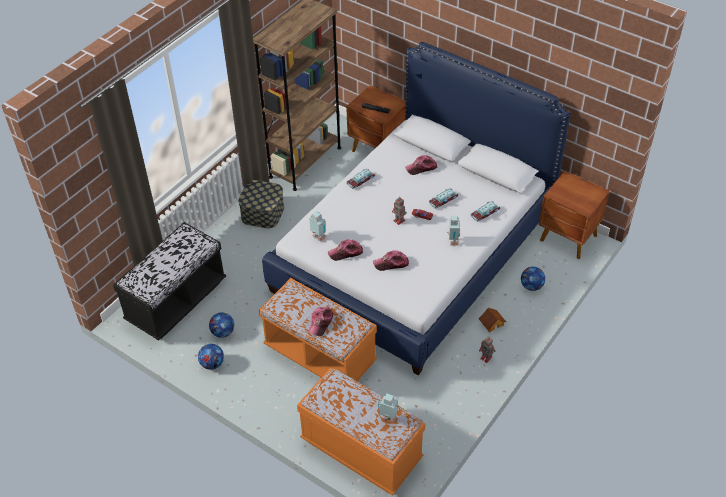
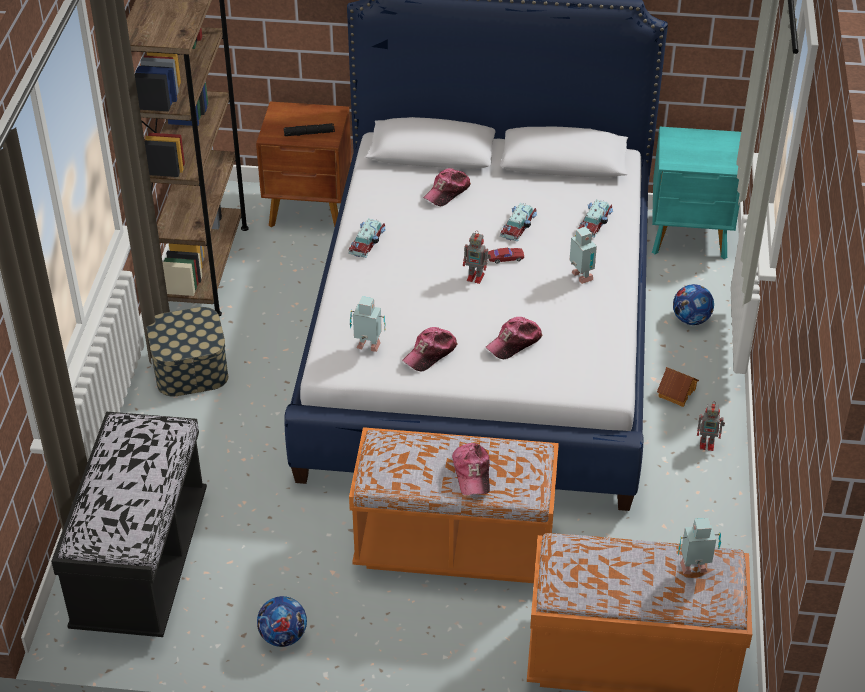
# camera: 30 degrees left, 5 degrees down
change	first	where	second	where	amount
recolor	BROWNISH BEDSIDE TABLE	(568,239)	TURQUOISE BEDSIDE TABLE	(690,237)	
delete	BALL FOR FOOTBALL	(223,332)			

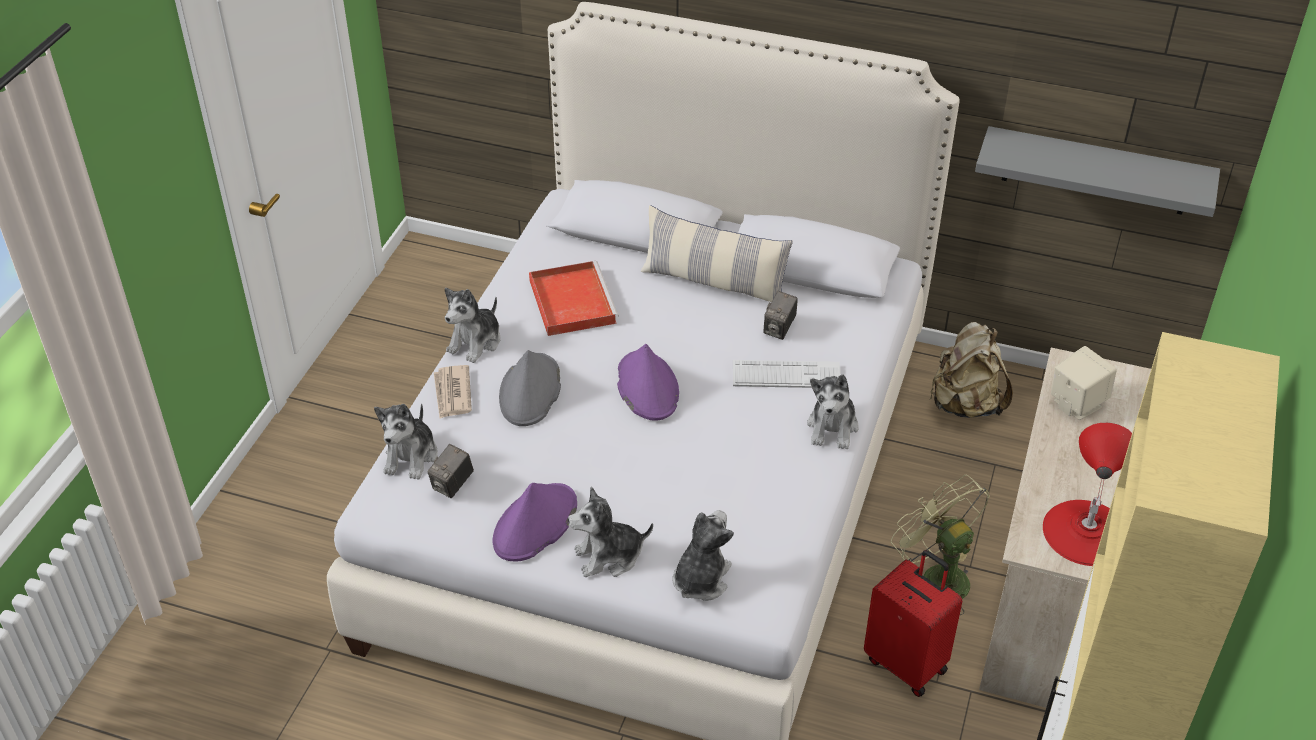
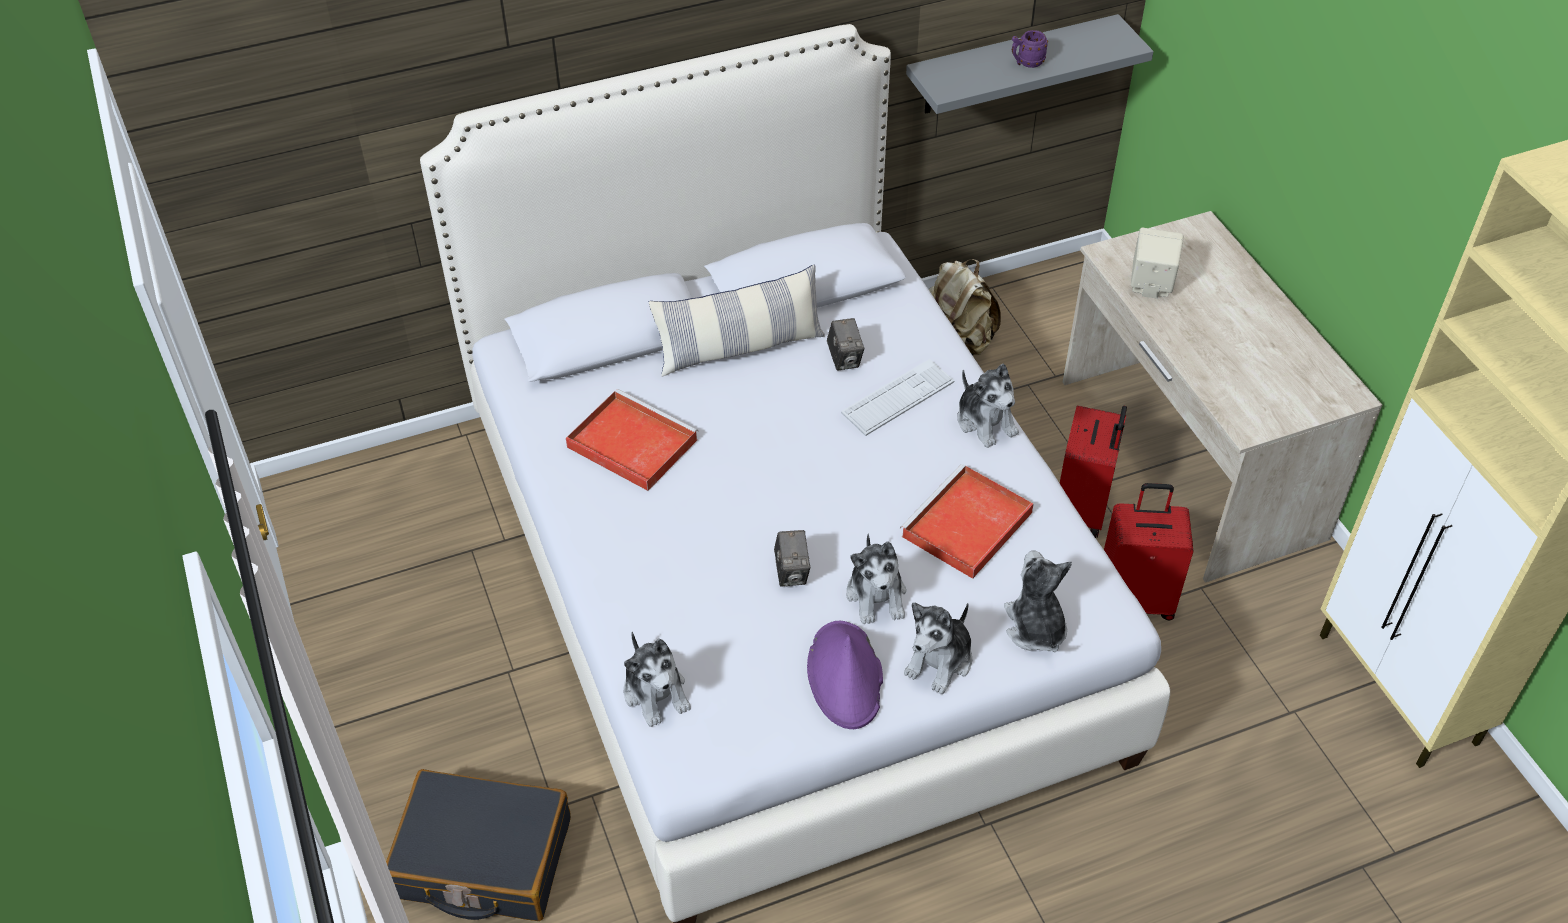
# camera: 40 degrees left, 5 degrees up
change	first	where	second	where	amount
move	PLUSH TOY	(475,342)		(877,595)	
delete	PURPLE WEARABLE HAT	(647,386)			
delete	GREY WEARABLE HAT	(530,391)			
delete	NEWSPAPER	(452,394)			
delete	RED TABLETOP LAMP	(1086,532)			
move	STILL CAMERA	(452,485)		(792,572)	
replace	GREEN-COLOURED ELECTRIC FAN	(936,577)	RED TRAVEL CASE	(1082,511)	
insert			PURPLE COFFEE MUG	(1026,63)	
insert			RED TRAY	(966,526)	
insert			BLACK TRAVEL CASE	(483,859)	

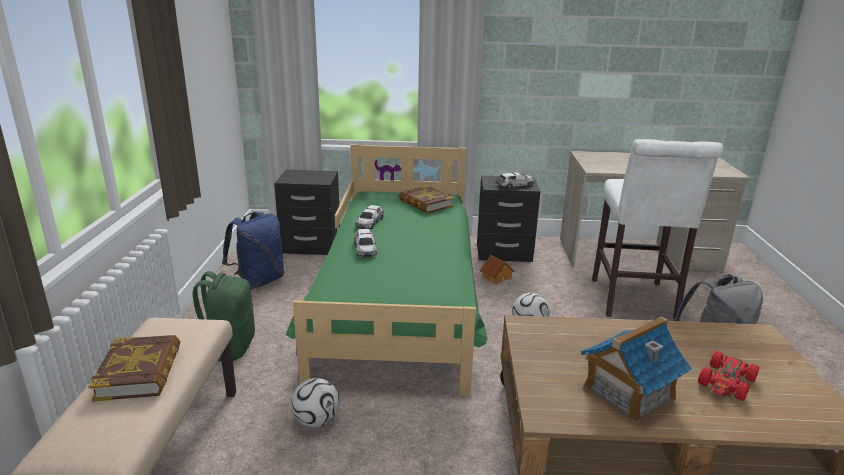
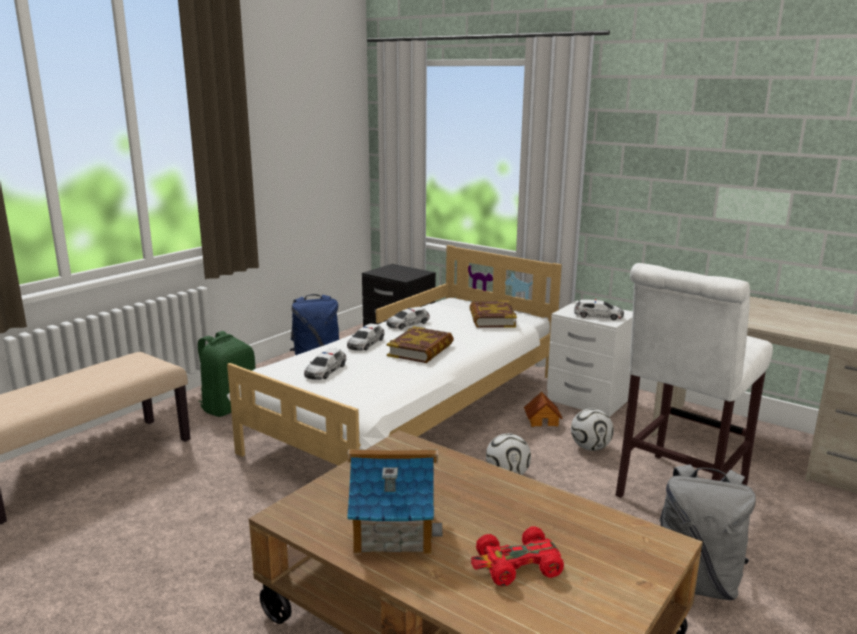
# camera: 35 degrees right, 5 degrees down
change	first	where	second	where	amount
recolor	GREEN-COLOURED BEDROOM BED	(400,300)	WHITISH BEDROOM BED	(412,413)	
recolor	BLACK BEDSIDE TABLE	(503,252)	WHITISH BEDSIDE TABLE	(588,399)	
move	BOUND BOOK	(140,373)		(421,350)	
move	BALL FOR FOOTBALL	(316,421)		(590,447)	
insert			MINIATURE CAR	(325,371)	

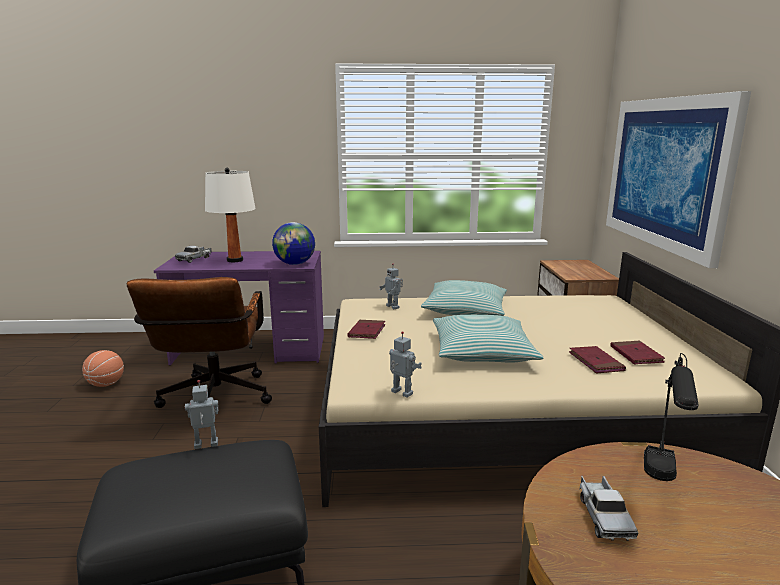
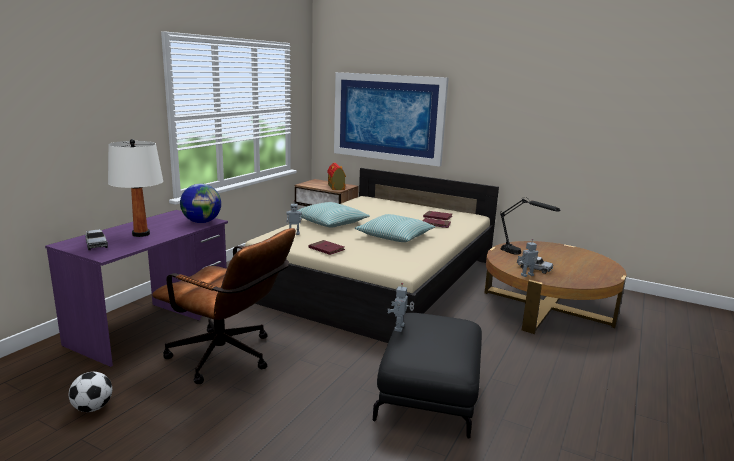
# camera: 60 degrees left, 0 degrees up
change	first	where	second	where	amount
move	TOY ROBOT	(401,393)		(527,275)	
replace	BASKETBALL BALL	(105,384)	BALL FOR FOOTBALL	(93,408)	
insert			MODEL HOUSE	(336,187)	

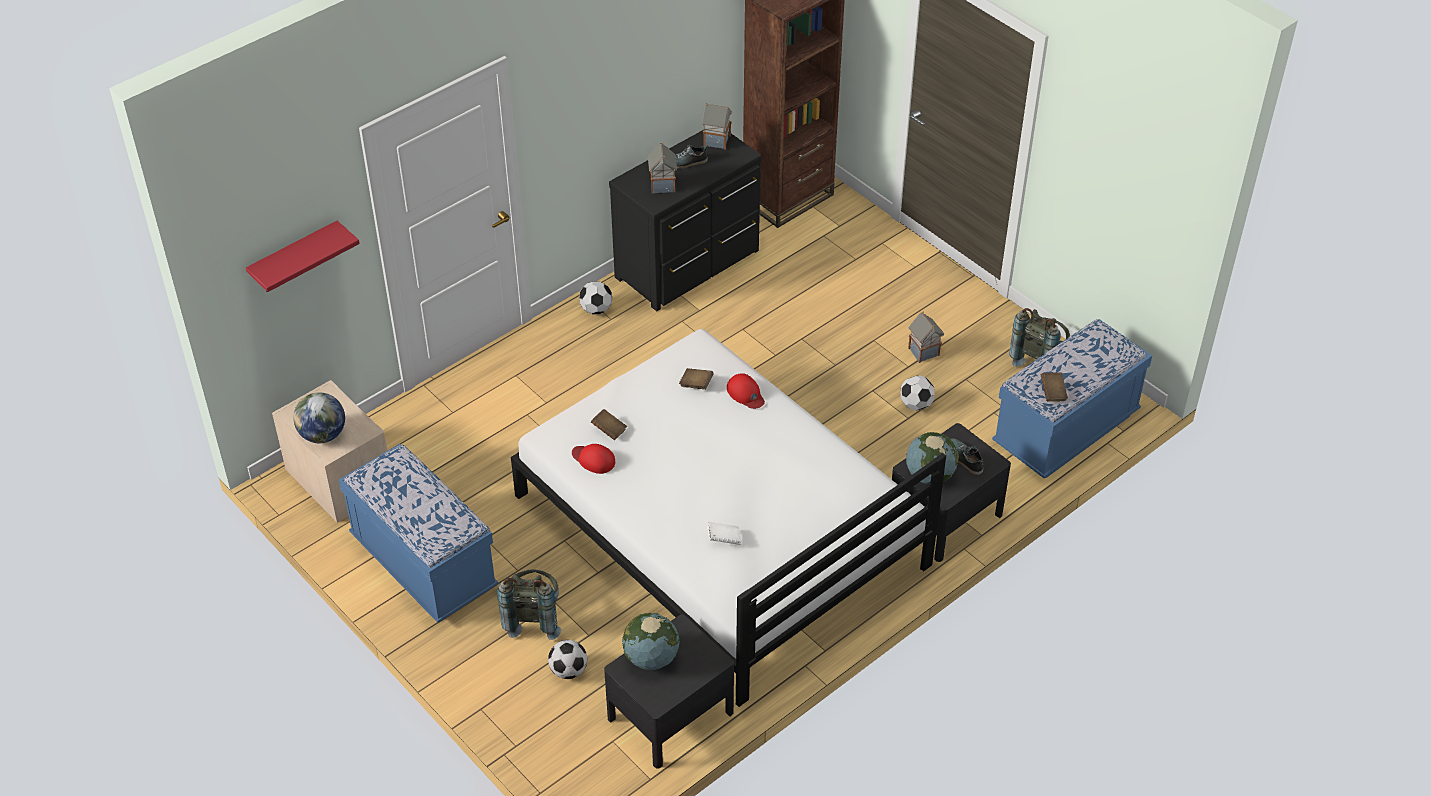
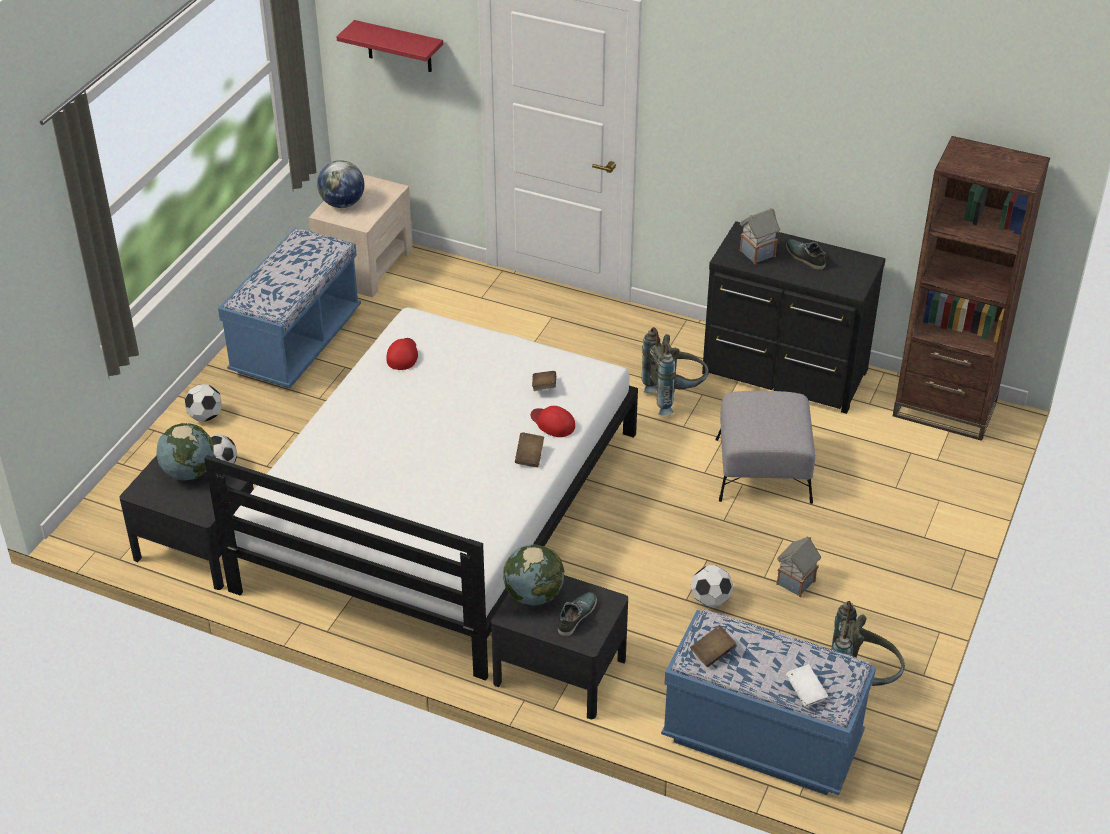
# camera: 65 degrees right, 5 degrees down
change	first	where	second	where	amount
delete	MODEL HOUSE	(716,141)			
move	BALL FOR FOOTBALL	(596,309)		(205,416)	
rotate	RED PEAKED CAP	(745,394)		(552,423)	105 degrees clockwise
move	BROWNISH BOUND BOOK	(609,430)		(529,456)	
move	WHITISH BOUND BOOK	(724,539)		(805,692)	
move	GREY RUCKSACK	(533,617)		(674,397)	
insert			GREY FOOTREST	(763,471)	

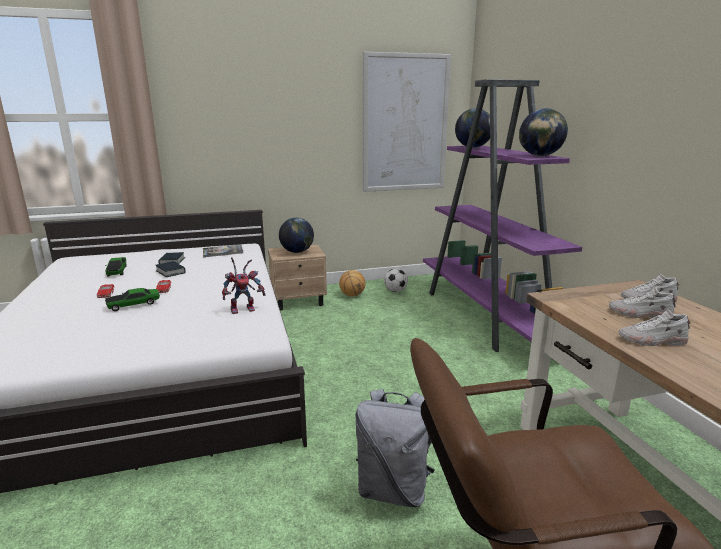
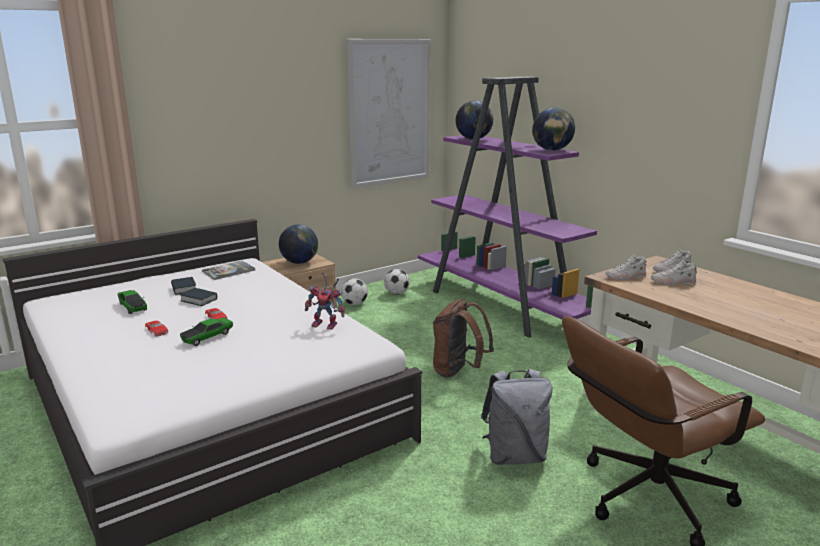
# camera: 20 degrees left, 0 degrees up
change	first	where	second	where	amount
rotate	TOY ROBOT	(244,309)		(327,325)	60 degrees clockwise
replace	BASKETBALL BALL	(352,295)	BALL FOR FOOTBALL	(354,304)	
move	WHITISH ITEM OF FOOTWEAR	(652,341)		(625,277)	
insert			BROWNISH RUCKSACK	(458,372)	

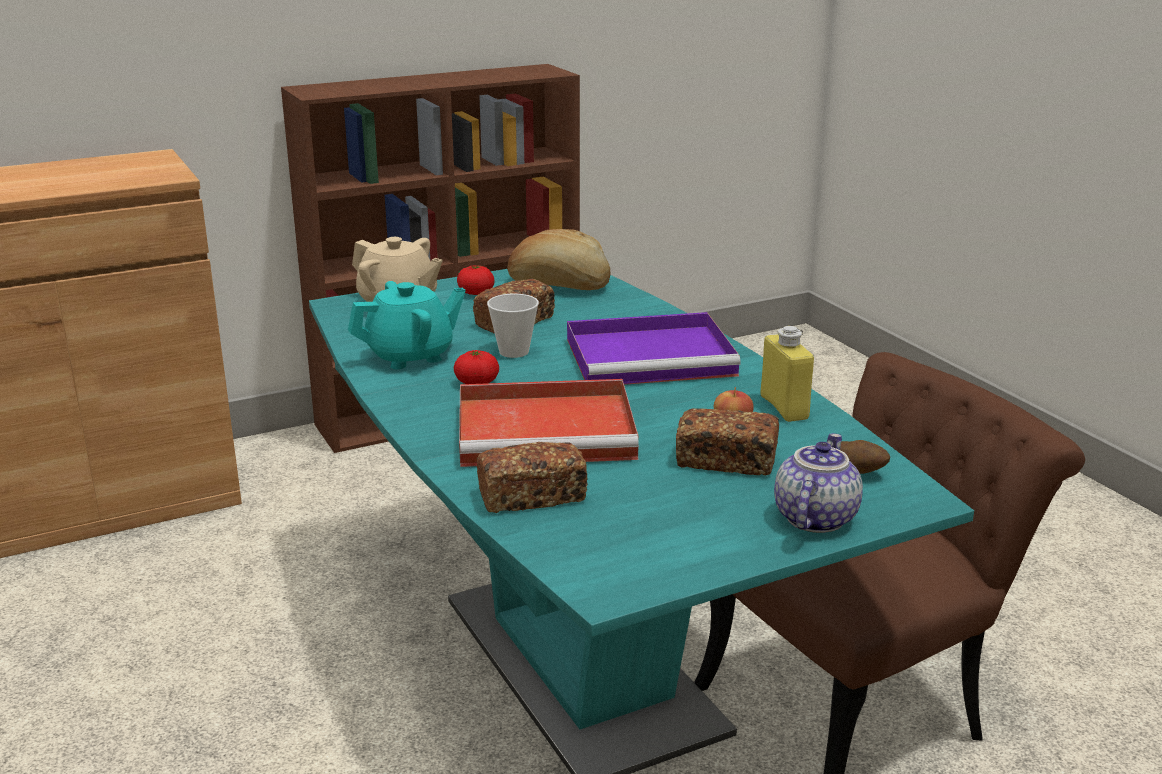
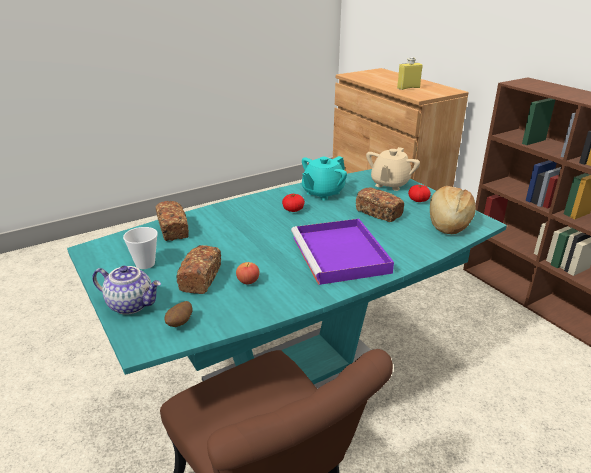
# camera: 85 degrees right, 5 degrees up
change	first	where	second	where	amount
rotate	TURQUOISE POT FOR TEA	(411,356)		(322,193)	75 degrees clockwise
move	DRINKING CUP	(514,352)		(145,264)	
move	YELLOW DRINK BOTTLE	(784,407)		(408,88)	
delete	RED TRAY	(549,430)			

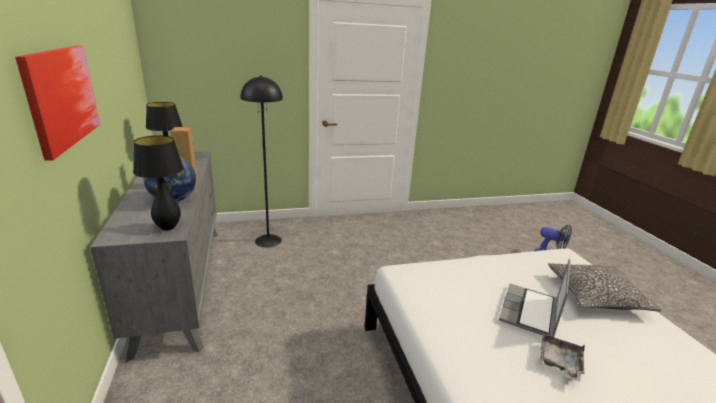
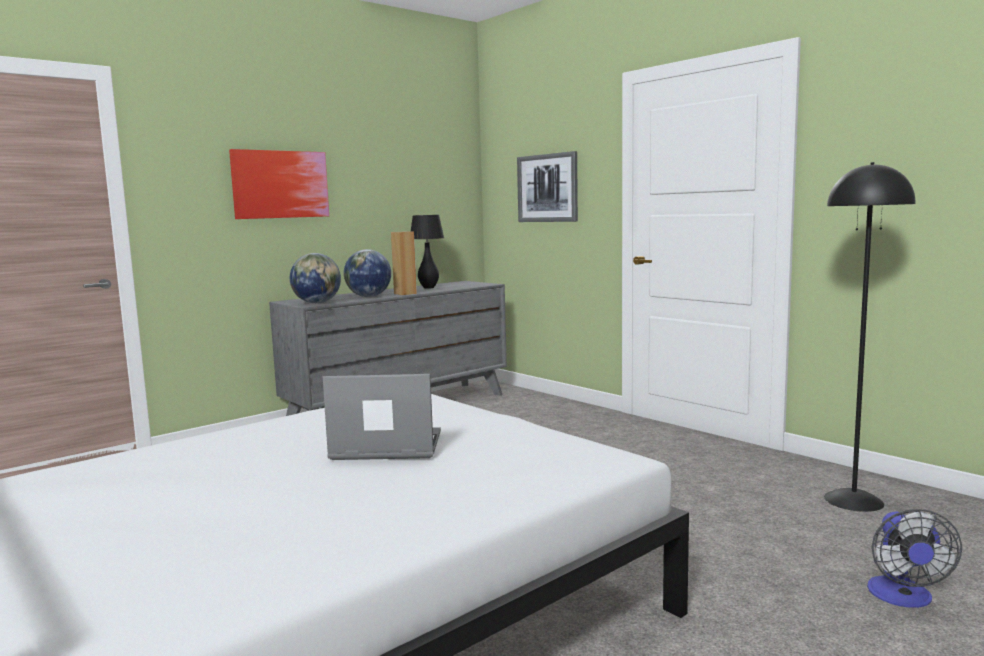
# camera: 65 degrees right, 15 degrees down
change	first	where	second	where	amount
move	BLACK STANDING LAMP	(268,240)		(853,500)	
replace	BLACK TABLETOP LAMP	(168,227)	DESK GLOBE	(317,303)	
delete	THROW PILLOW	(596,295)			
delete	GREY TRAY	(559,362)			
insert			WALL ART	(547,188)	

